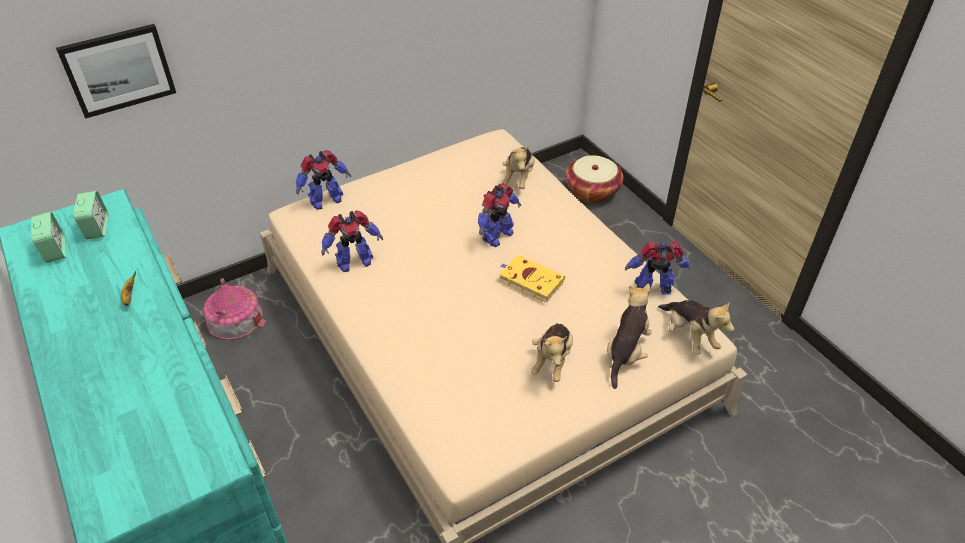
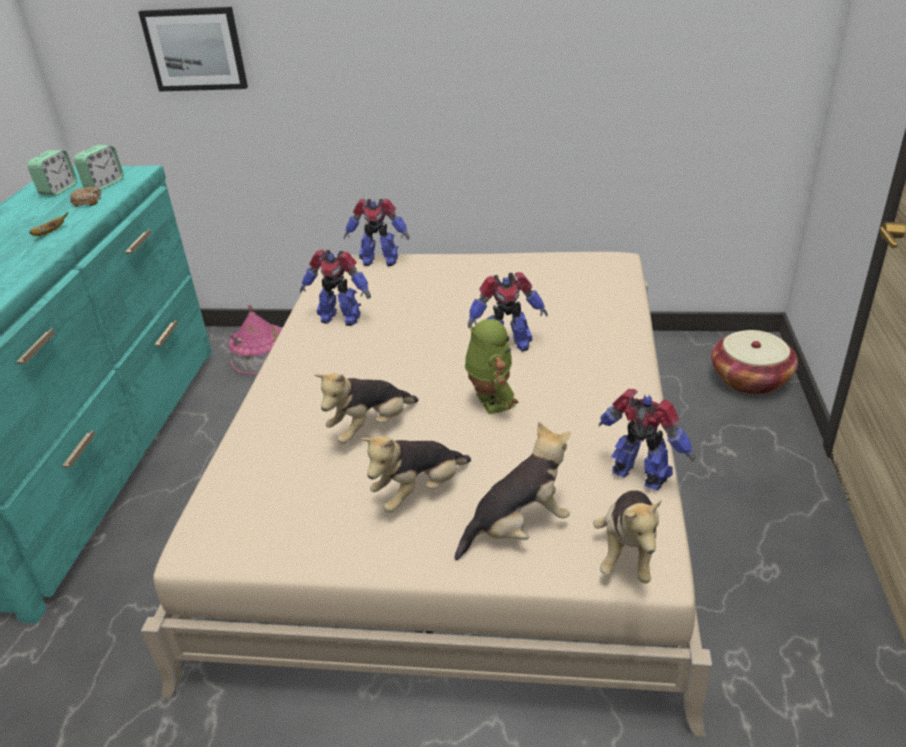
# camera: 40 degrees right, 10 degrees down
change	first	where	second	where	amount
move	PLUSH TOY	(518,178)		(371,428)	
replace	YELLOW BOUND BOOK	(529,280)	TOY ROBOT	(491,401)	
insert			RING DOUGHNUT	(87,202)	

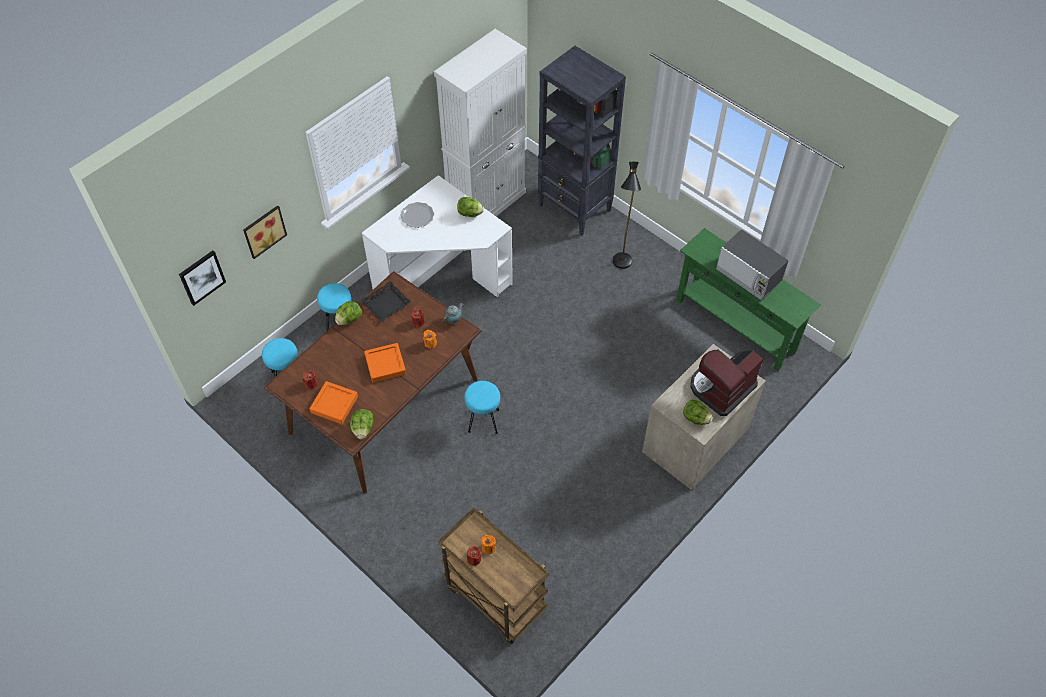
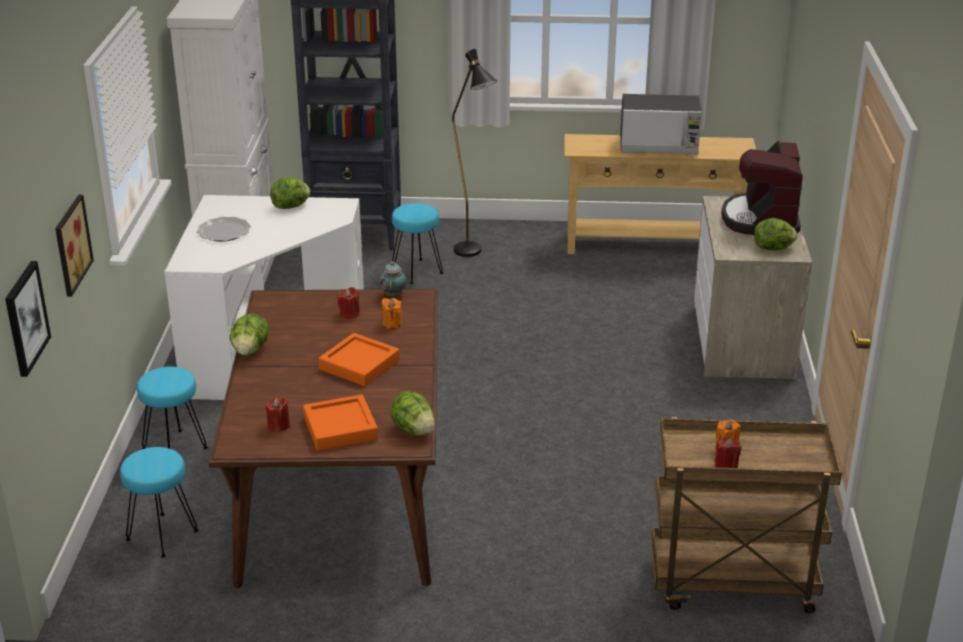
# camera: 40 degrees left, 25 degrees down
change	first	where	second	where	amount
recolor	GREEN-COLOURED CONSOLE TABLE	(735,325)	SAND-COLOURED CONSOLE TABLE	(652,245)	
delete	BLACK TRAY	(386,304)			
move	TURQUOISE SITTING STOOL	(483,421)		(416,272)	

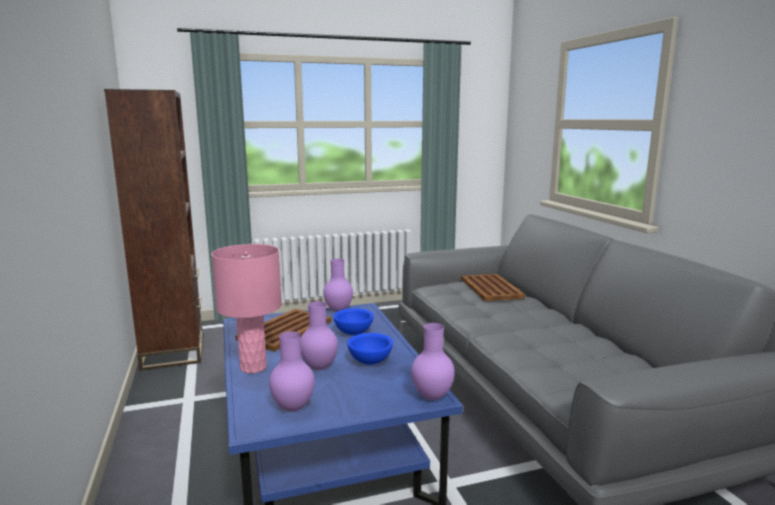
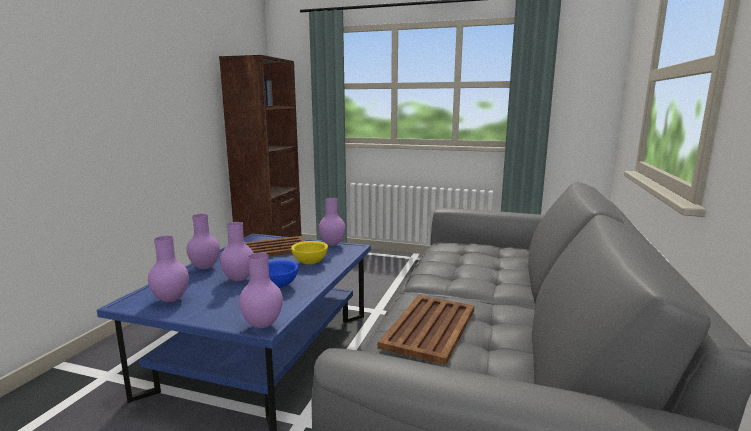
# camera: 35 degrees right, 0 degrees up
change	first	where	second	where	amount
replace	PINK TABLETOP LAMP	(253,367)	PURPLE FLOWER VASE	(204,268)	
move	BROWNISH TRAY	(491,288)		(430,327)	
recolor	BLUE SERVING BOWL	(353,333)	YELLOW SERVING BOWL	(309,263)	

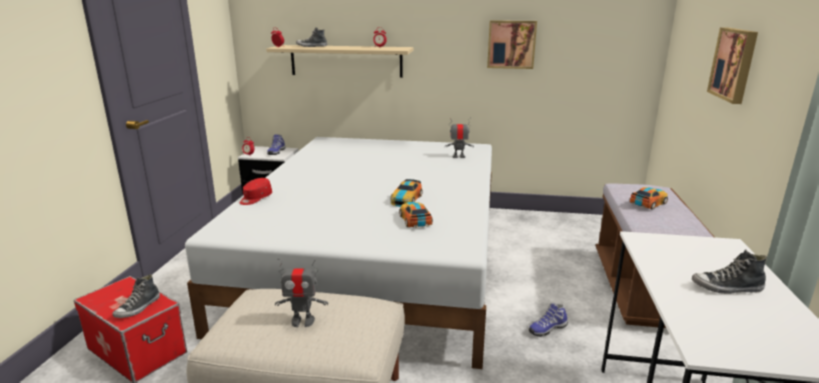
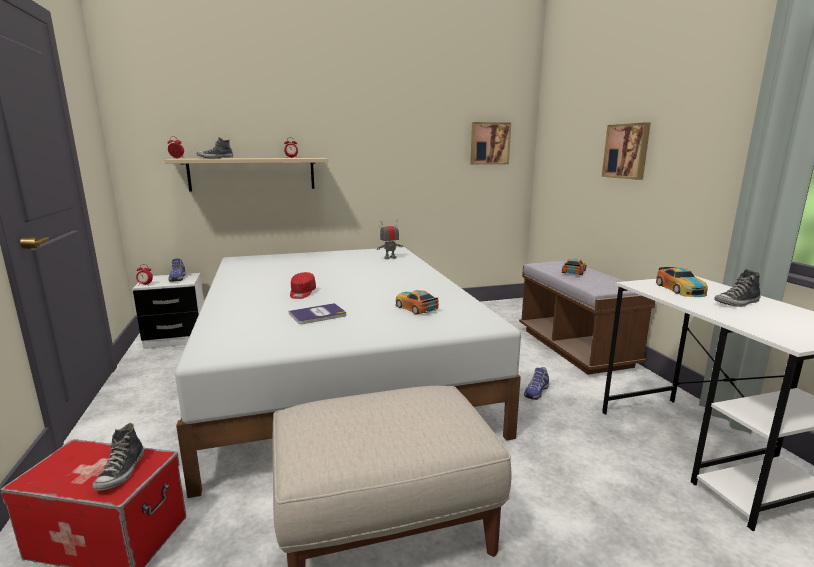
# camera: 25 degrees left, 5 degrees down
change	first	where	second	where	amount
move	WALL ART	(511,44)		(489,143)	
move	RED PEAKED CAP	(255,198)		(302,293)	
move	MINIATURE CAR	(406,199)		(680,289)	
delete	TOY ROBOT	(302,321)			
insert			BOUND BOOK	(318,314)	

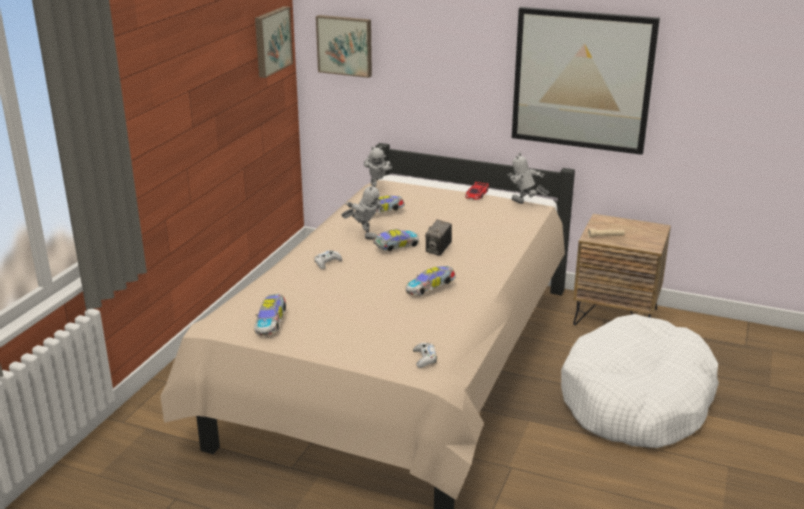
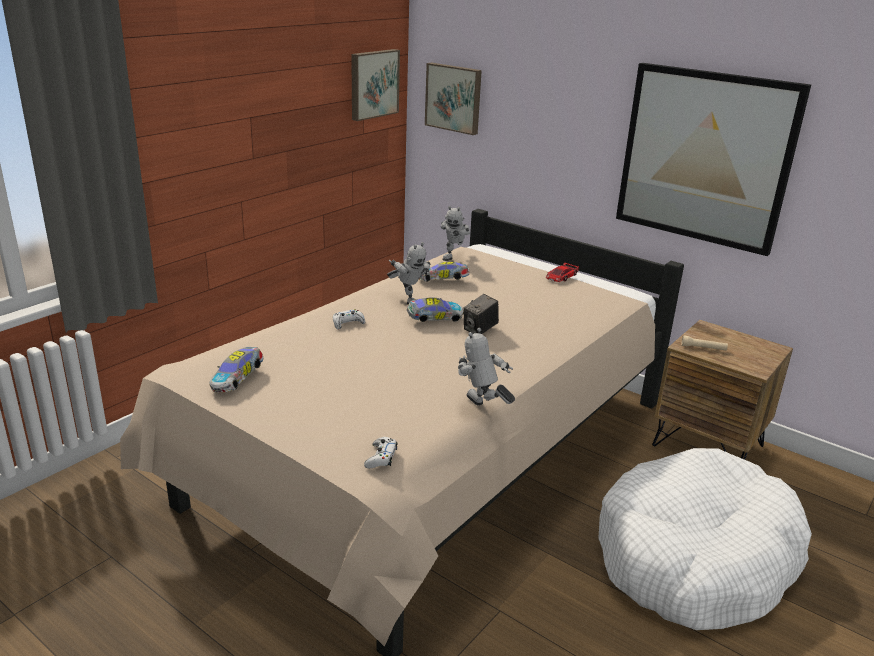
# camera: 15 degrees right, 0 degrees up
change	first	where	second	where	amount
move	TOY ROBOT	(525,205)		(482,409)	
delete	MINIATURE CAR	(430,289)			

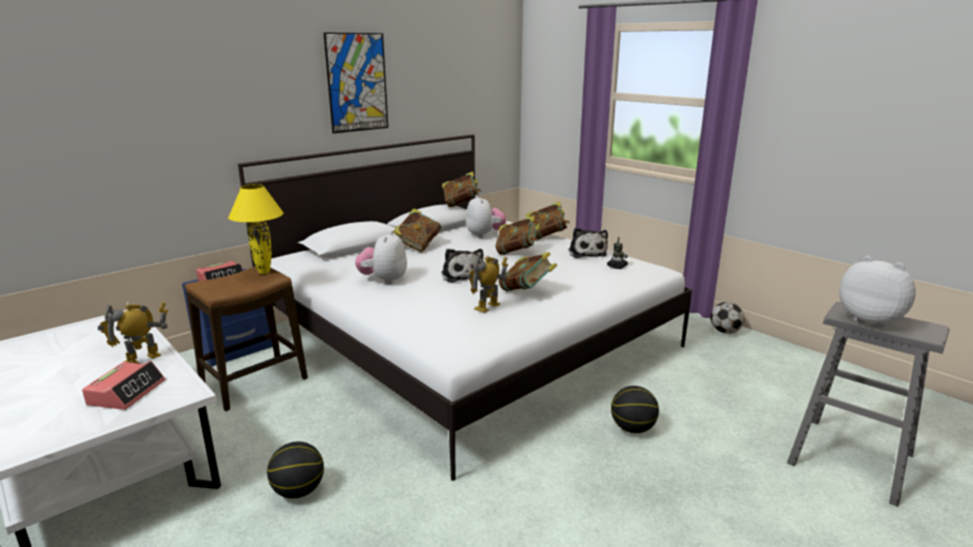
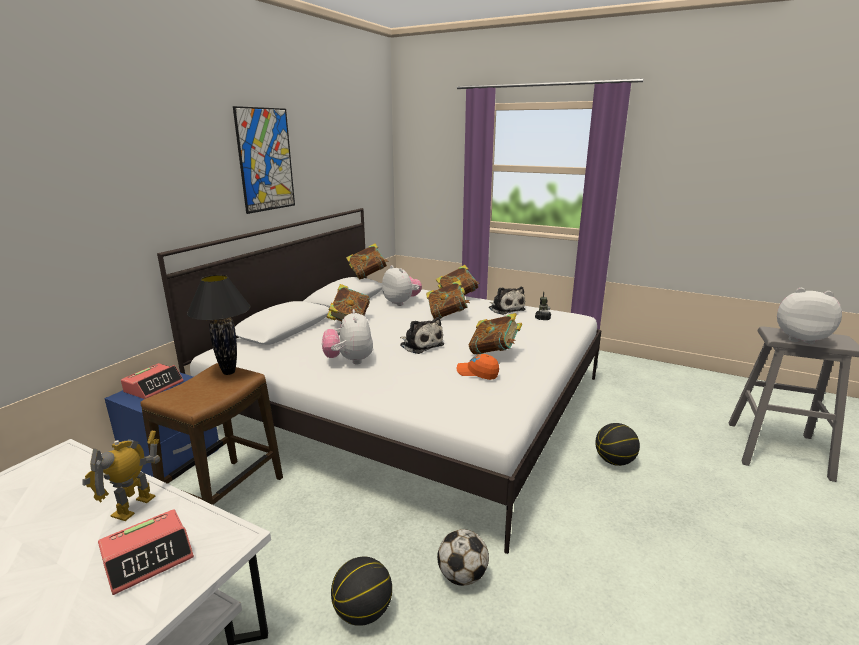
# camera: 20 degrees left, 0 degrees up
change	first	where	second	where	amount
recolor	YELLOW TABLETOP LAMP	(264,272)	BLACK TABLETOP LAMP	(229,372)	
replace	TOY ROBOT	(487,307)	ORANGEY PEAKED CAP	(477,373)	
move	BALL FOR FOOTBALL	(725,332)		(462,576)	
rotate	BEDSIDE CLOCK	(127,392)		(149,558)	60 degrees clockwise

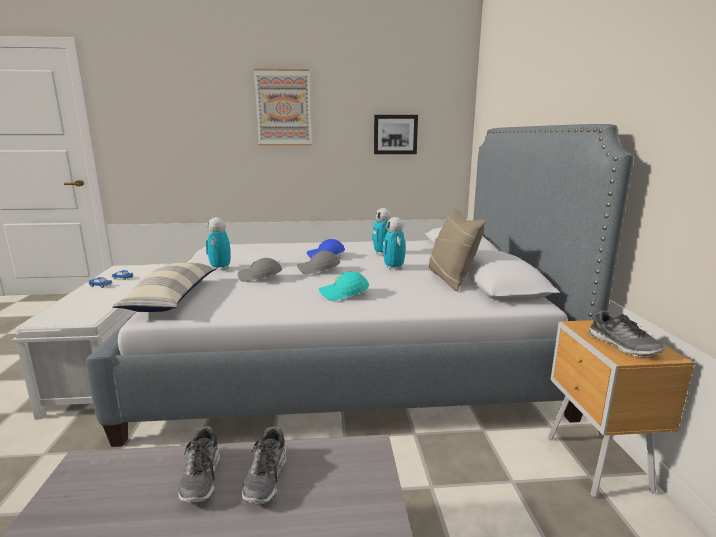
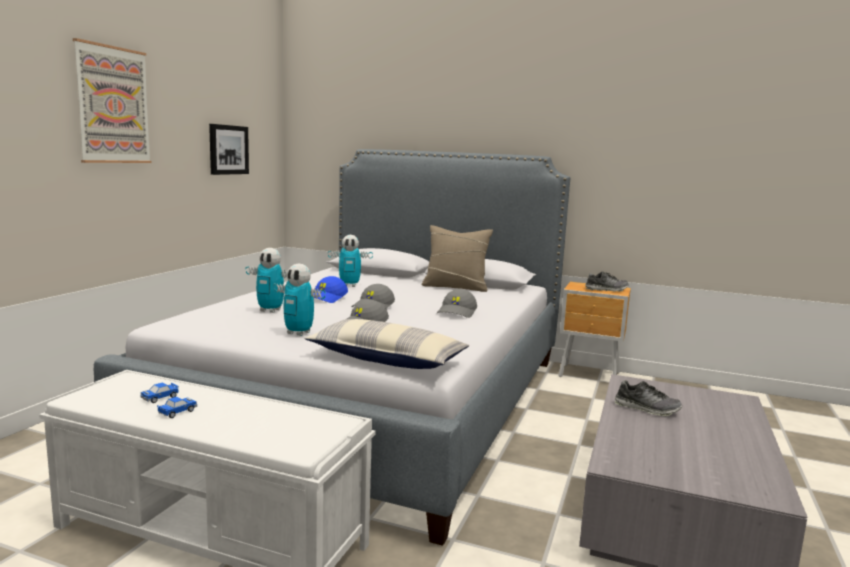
# camera: 65 degrees left, 5 degrees down
change	first	where	second	where	amount
move	TOY ROBOT	(393,268)		(270,310)	
recolor	TURQUOISE PEAKED CAP	(343,294)	GREY PEAKED CAP	(457,312)	
delete	ITEM OF FOOTWEAR	(202,477)			

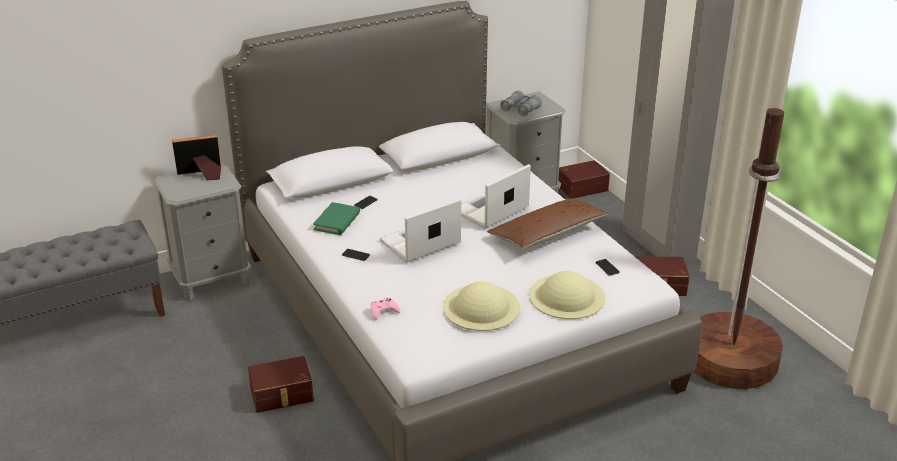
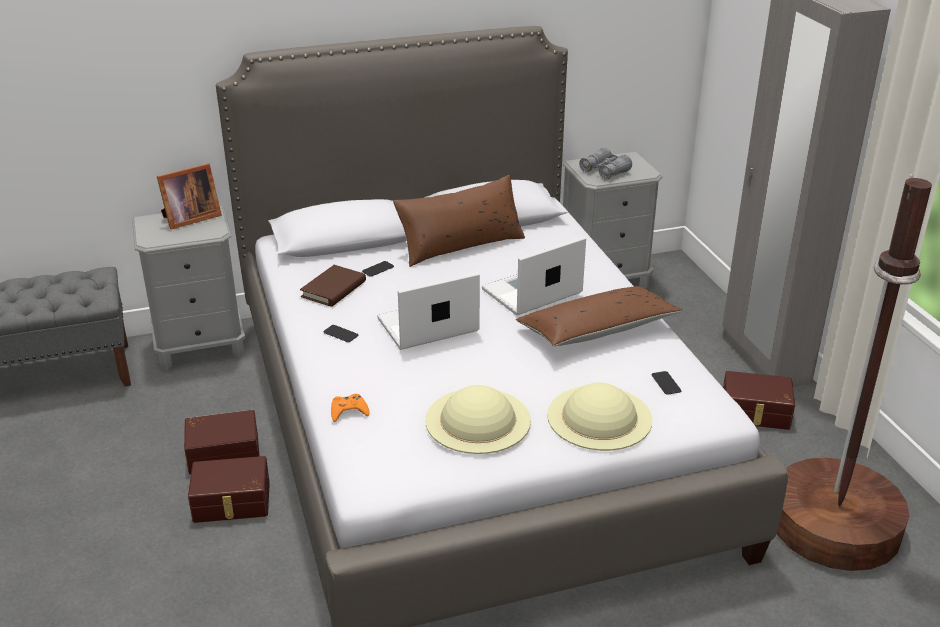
# camera: 10 degrees right, 0 degrees up
change	first	where	second	where	amount
rotate	PHOTO FRAME	(201,175)		(189,219)	150 degrees clockwise
move	BROWNISH STORAGE BOX	(581,187)		(223,452)	
recolor	GREEN-COLOURED BOUND BOOK	(337,221)	BROWNISH BOUND BOOK	(333,289)	
recolor	PINK JOYPAD	(383,311)	ORANGEY JOYPAD	(348,411)	
insert			BROWNISH THROW PILLOW	(461,245)	

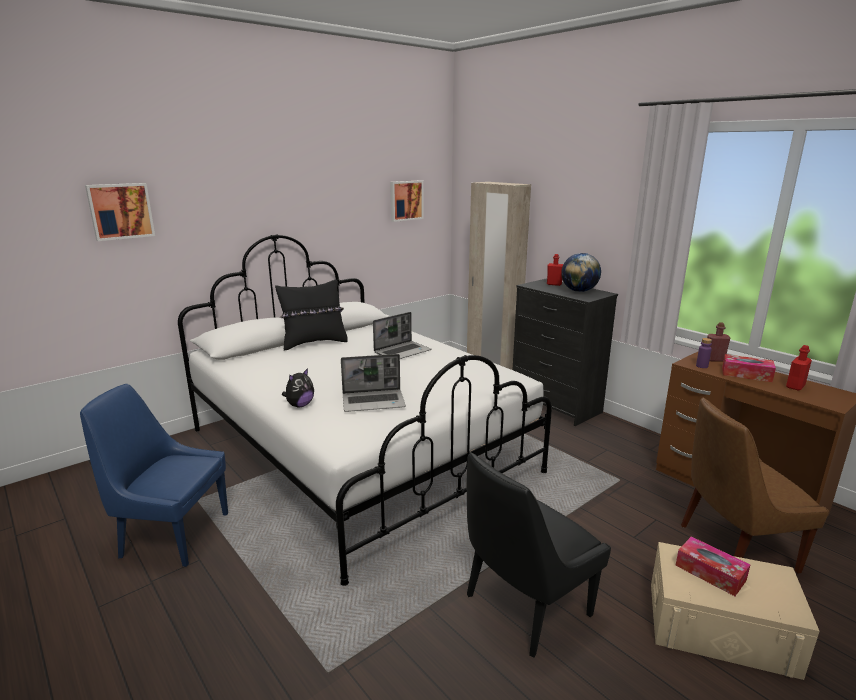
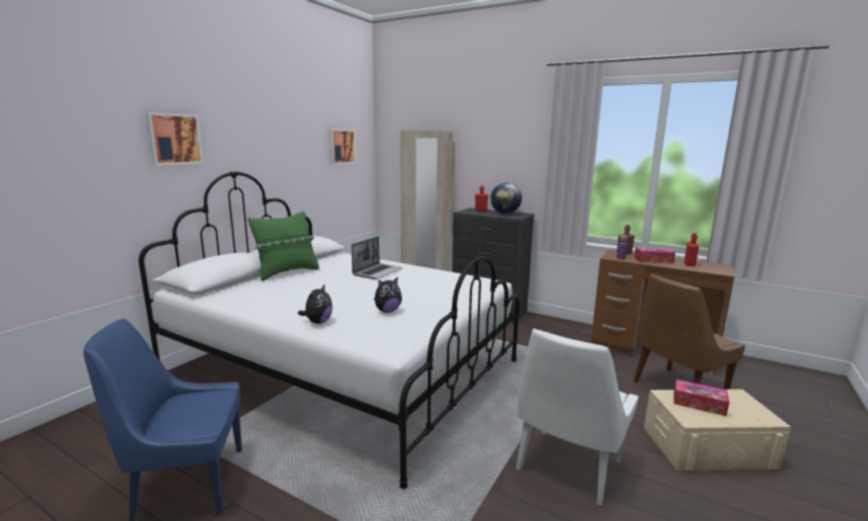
# camera: 20 degrees left, 5 degrees down
change	first	where	second	where	amount
move	WALL ART	(120,211)		(174,139)	
recolor	BLACK THROW PILLOW	(314,343)	GREEN-COLOURED THROW PILLOW	(287,272)	
replace	LAPTOP	(374,402)	PLUSH TOY	(387,311)	
recolor	BLACK CHAIR	(524,607)	WHITISH CHAIR	(567,467)	

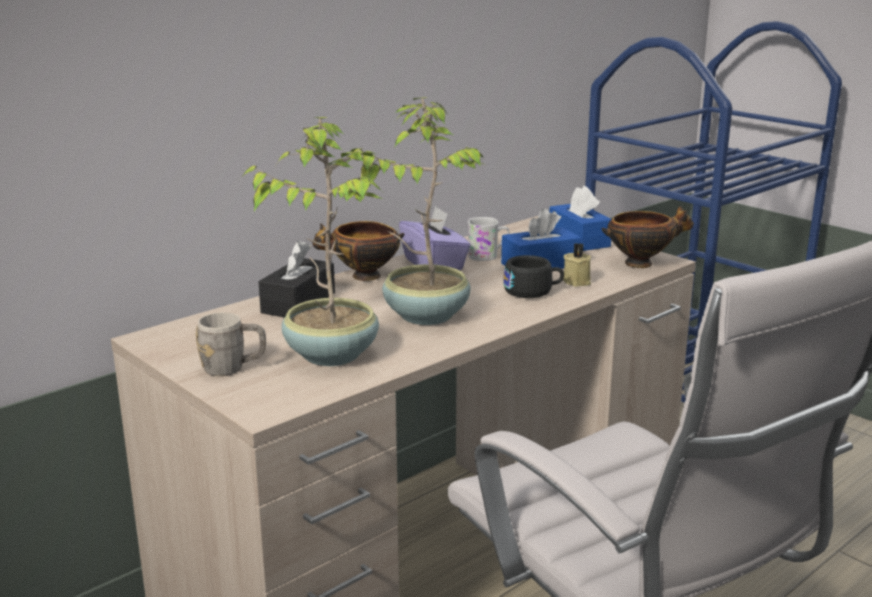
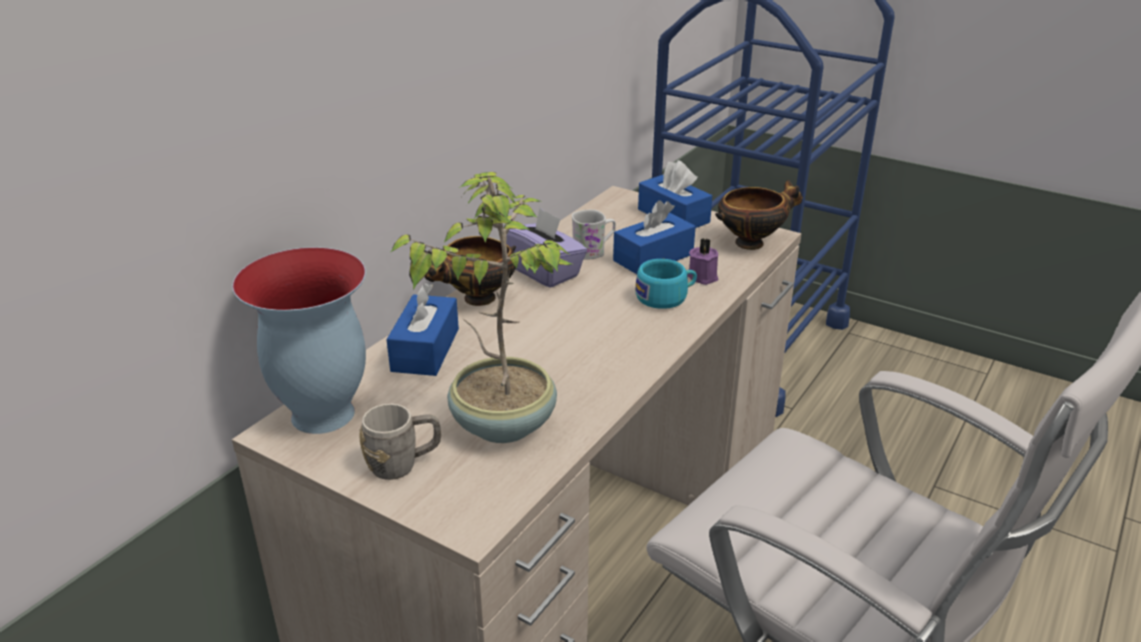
# camera: 15 degrees left, 10 degrees up
change	first	where	second	where	amount
delete	PLANT IN A POT	(425,315)			
recolor	BLACK TISSUE HOLDER	(298,303)	BLUE TISSUE HOLDER	(425,350)	
recolor	SAND-COLOURED WAX CANDLE	(577,281)	PURPLE WAX CANDLE	(703,276)	
recolor	BLACK DRINKING CUP	(533,291)	TURQUOISE DRINKING CUP	(666,297)	
insert			FLOWER VASE	(321,415)	

